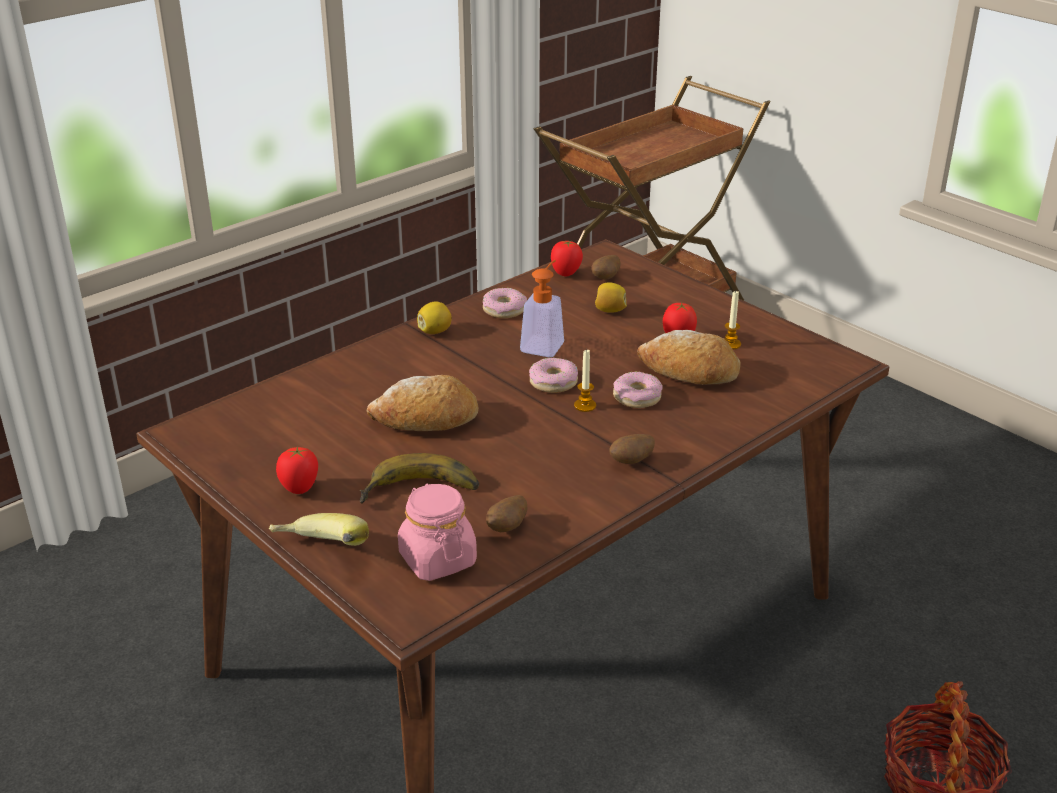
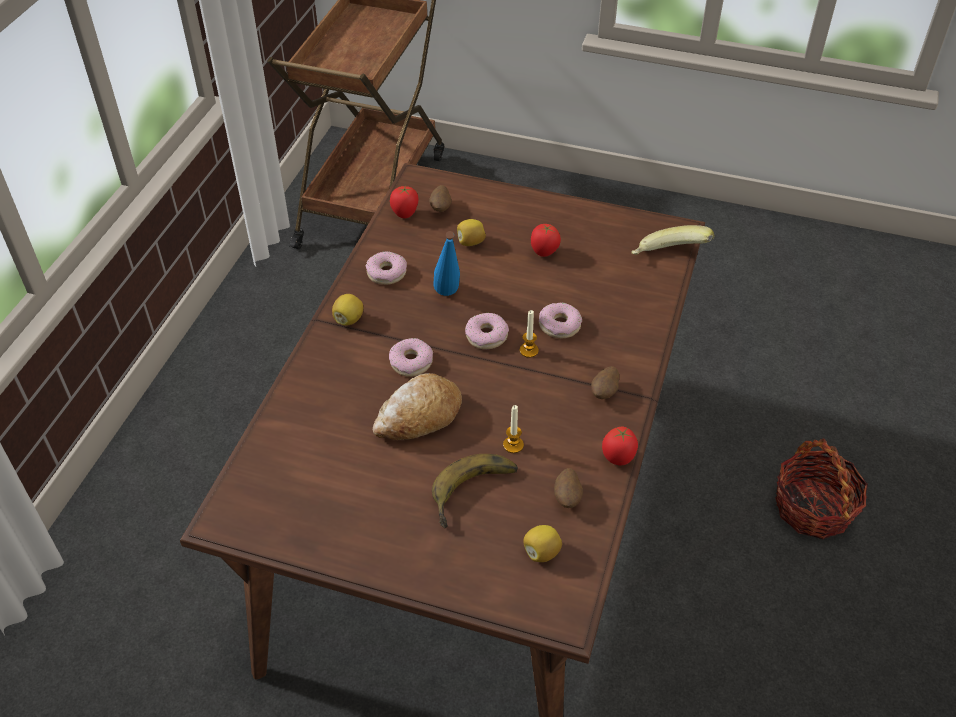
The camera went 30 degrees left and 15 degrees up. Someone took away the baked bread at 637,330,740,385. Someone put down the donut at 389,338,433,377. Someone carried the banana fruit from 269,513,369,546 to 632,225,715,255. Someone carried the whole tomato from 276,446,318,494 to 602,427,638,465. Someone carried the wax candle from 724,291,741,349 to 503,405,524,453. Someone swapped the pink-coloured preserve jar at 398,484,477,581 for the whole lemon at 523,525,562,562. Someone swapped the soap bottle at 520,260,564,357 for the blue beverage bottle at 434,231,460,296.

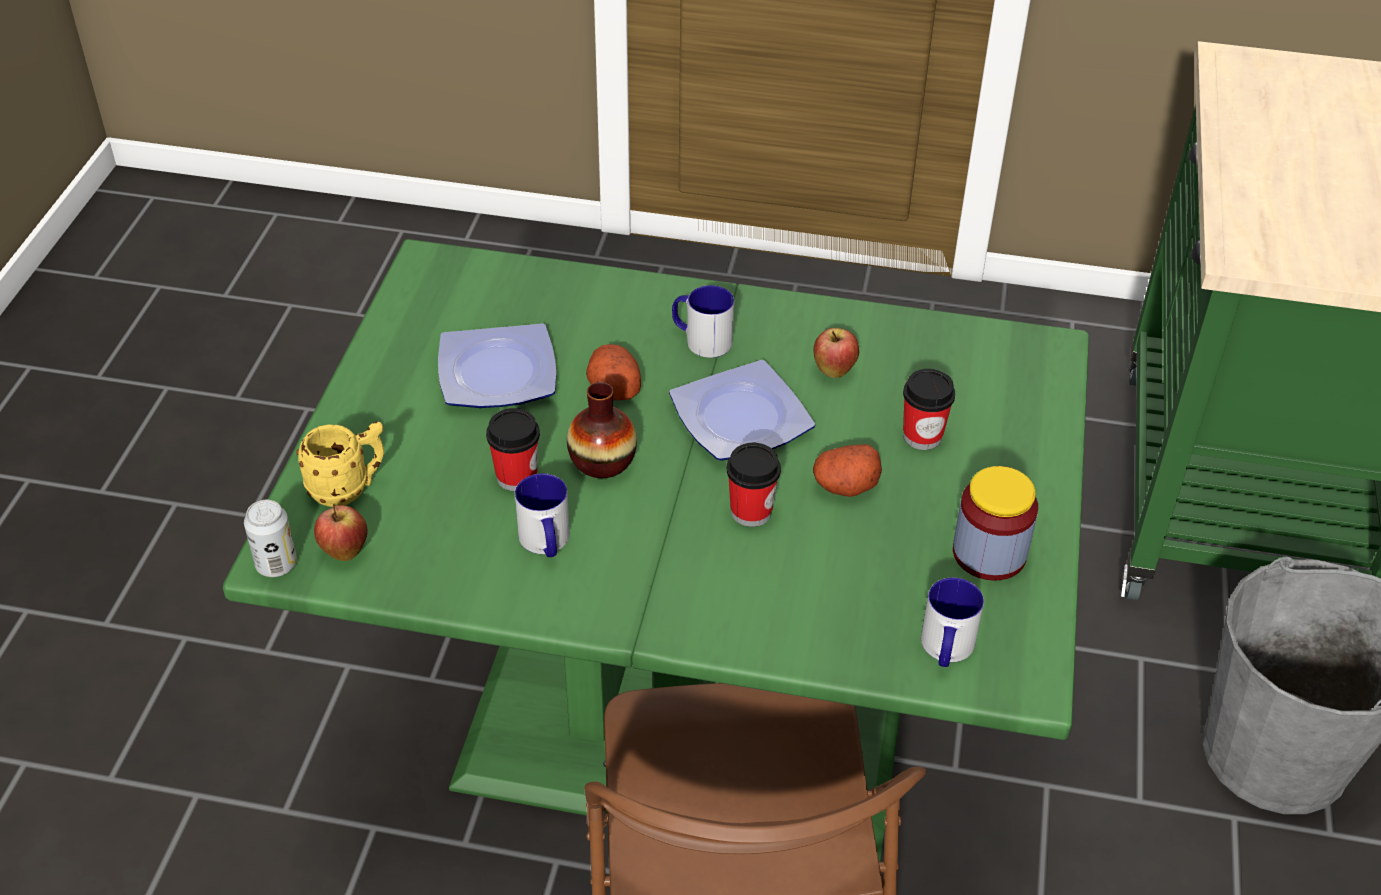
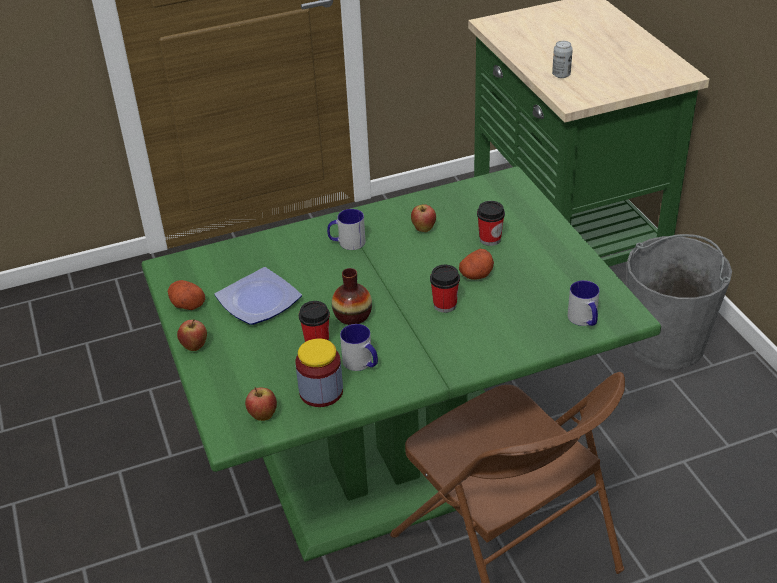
The camera went 30 degrees left and 5 degrees down. Someone took away the yellowish tea mug at 296,422,384,507. Someone took away the plate at 669,360,815,461. Someone put down the apple fruit at 177,319,207,351. Someone carried the sealed can from 244,500,297,577 to 552,41,573,78. Someone carried the spud from 586,344,641,400 to 168,280,205,310. Someone carried the preserve jar from 953,466,1038,581 to 295,338,343,407.

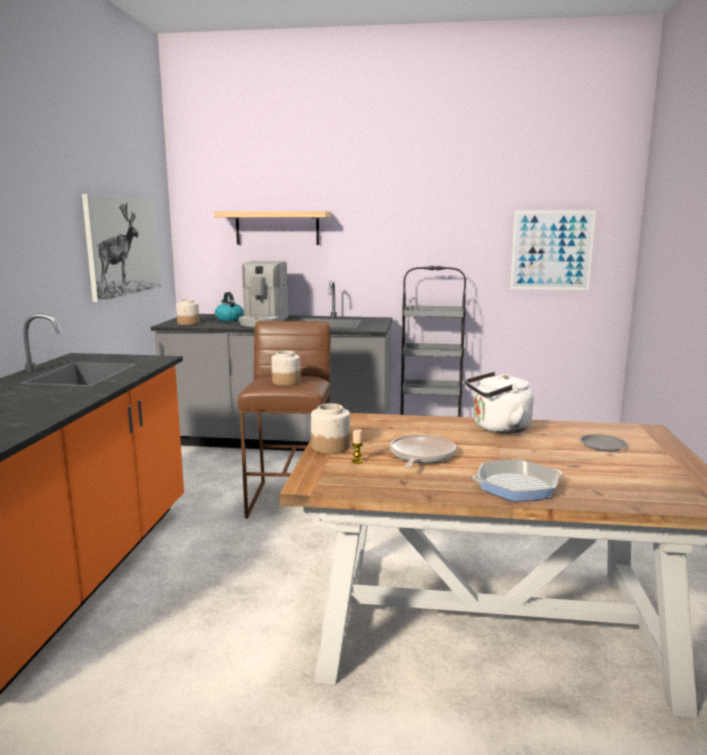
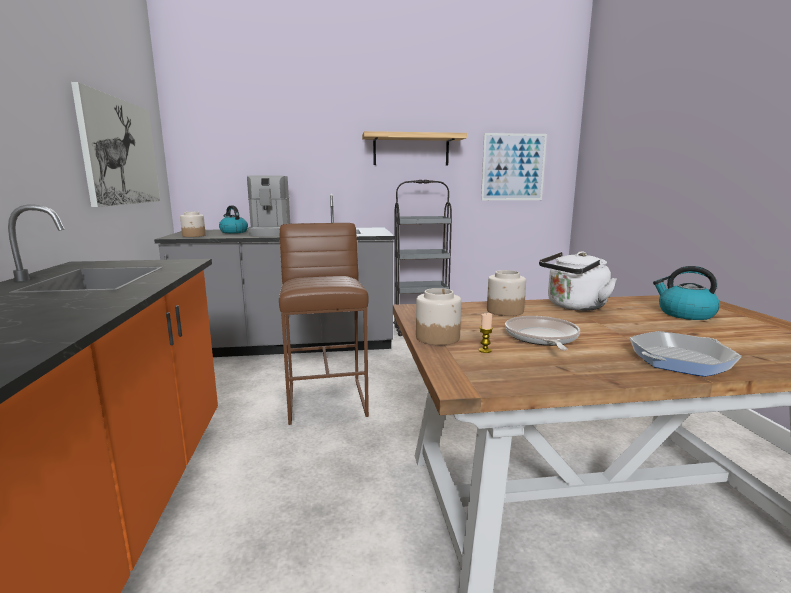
The camera went 15 degrees left and 0 degrees up. Someone carried the shelf from 214,211,331,245 to 362,131,467,165. Someone carried the preserve jar from 271,351,300,386 to 487,270,526,316. Someone swapped the greyish plate at 579,434,628,451 for the kettle at 653,266,720,320.

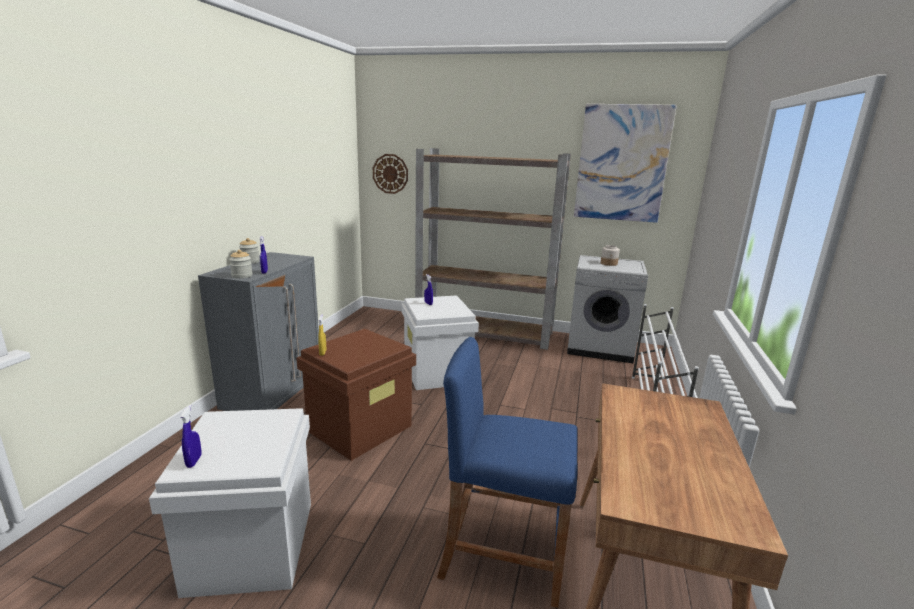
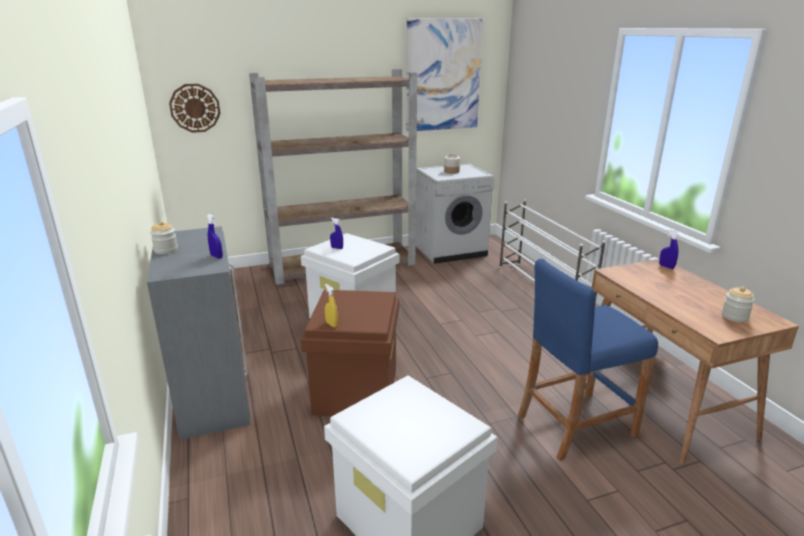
The camera went 35 degrees left and 5 degrees up. Someone carried the blue hand sprayer from 180,405,201,468 to 659,230,679,269. Someone carried the preserve jar from 229,250,253,278 to 722,287,755,322.

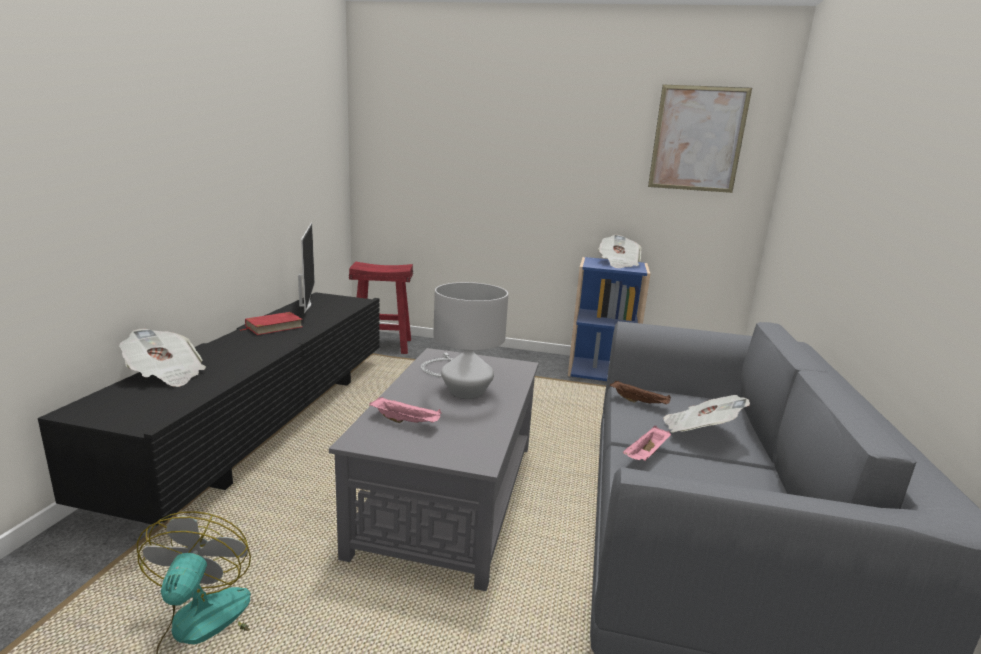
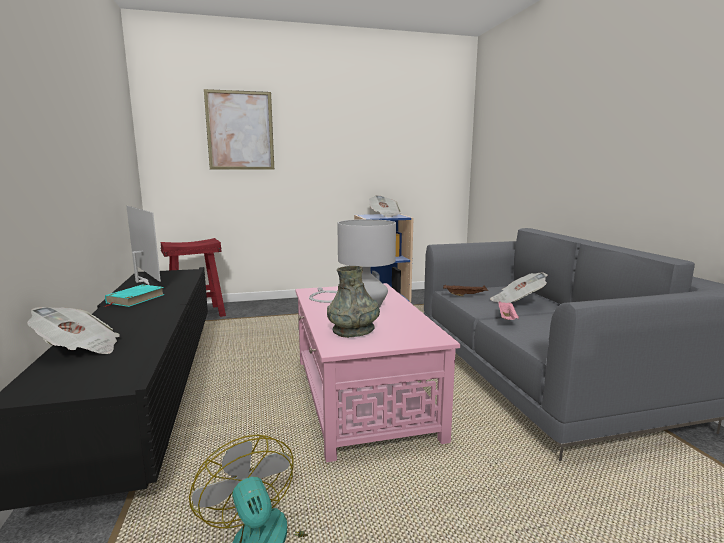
The camera went 25 degrees left and 5 degrees down. Someone carried the picture from 648,85,752,193 to 204,89,274,170. Someone swapped the pink-coloured carrying tray at 369,397,442,423 for the greyish flower vase at 327,266,380,338. Someone repainted the red-coloured bound book at 240,312,303,335, which became the turquoise bound book at 104,284,165,307. Someone repainted the greyish lounge table at 329,348,539,591, which became the pink-coloured lounge table at 295,283,460,462.

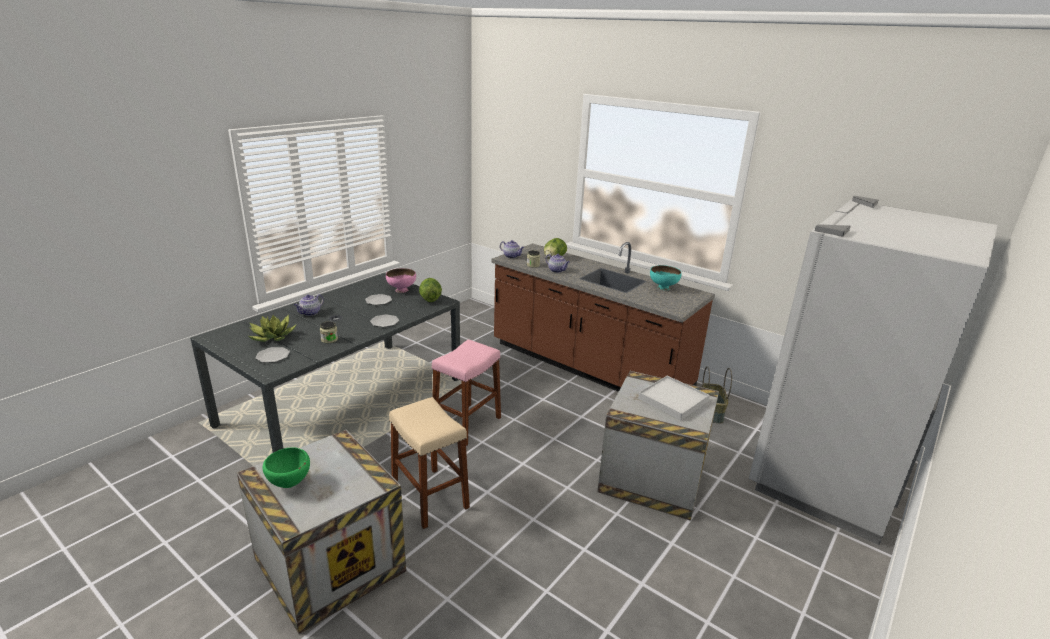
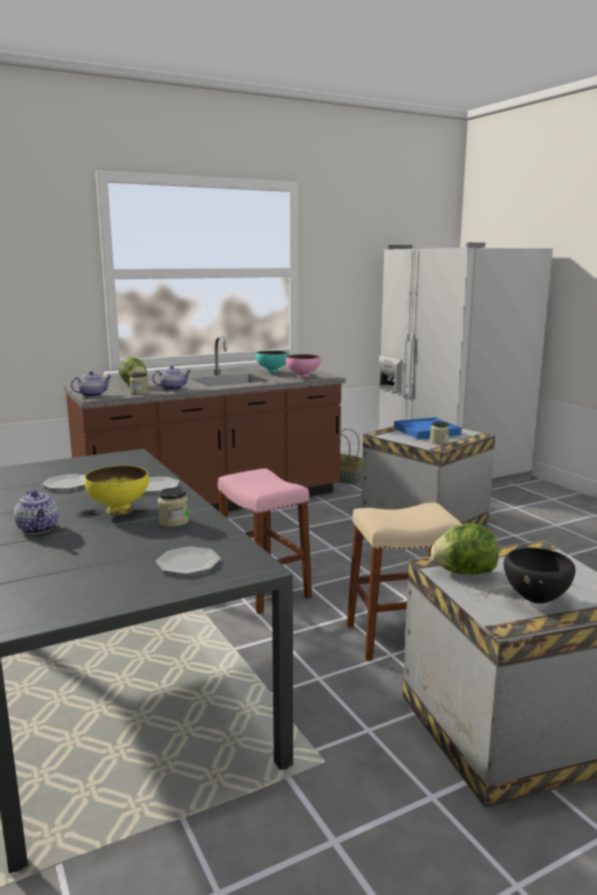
The camera went 65 degrees left and 10 degrees down. Someone took away the plant in a pot at 248,314,297,342. Someone put down the yellowish bowl at 84,465,149,515. Someone put down the preserve jar at 430,421,449,444. Someone carried the pink-coloured bowl from 386,268,416,293 to 286,354,321,379. Someone carried the lettuce head from 419,278,442,302 to 431,524,499,575. Someone repainted the green bowl at 262,447,310,488, which became the blackish bowl at 504,548,575,604. Someone repainted the white-coloured carrying tray at 638,376,710,420, which became the blue carrying tray at 394,417,462,439.

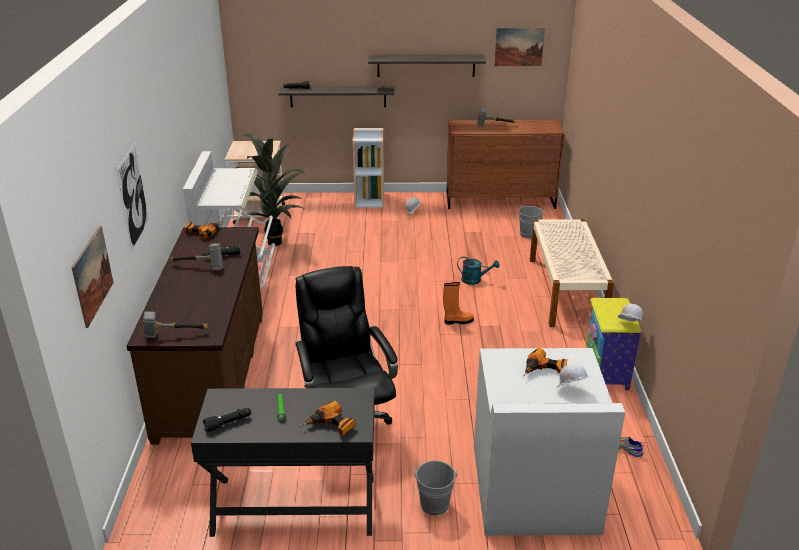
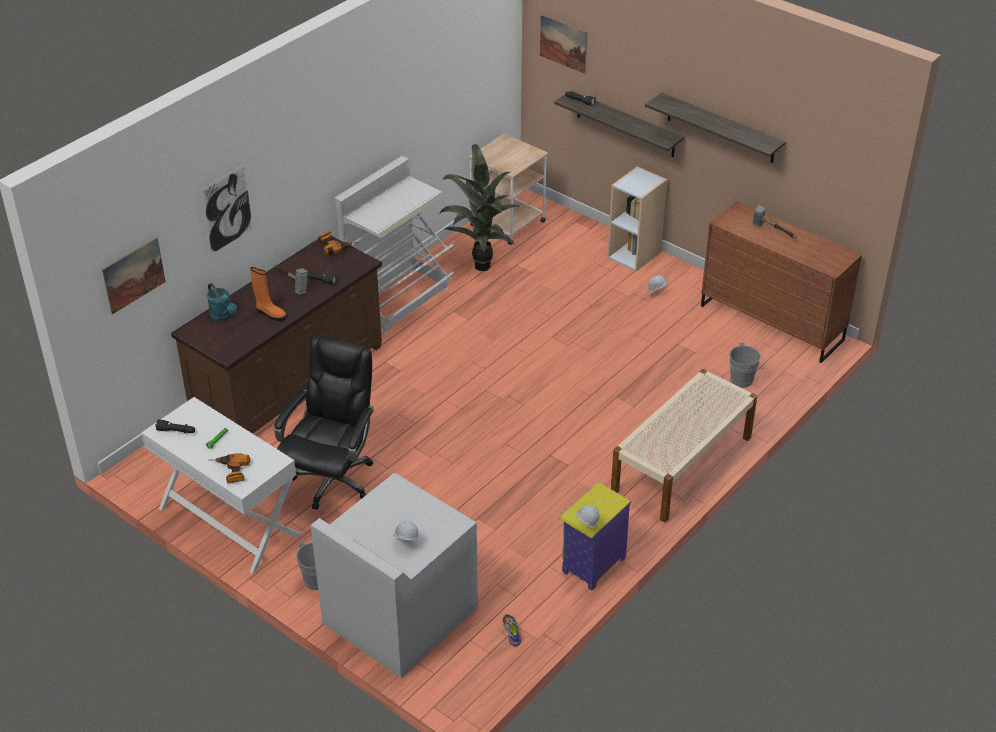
The camera went 40 degrees right and 10 degrees up. Someone took away the hammer at 143,311,208,338. Someone took away the drill at 523,348,567,377. Someone carried the orangey tall boot from 443,282,474,324 to 250,267,287,321. Someone carried the turquoise sprinkling can from 457,257,499,285 to 207,283,237,321. Someone carried the picture from 494,28,545,66 to 540,14,587,74. Someone repainted the blackish desk unit at 191,388,375,537, which became the white-coloured desk unit at 141,397,302,574.

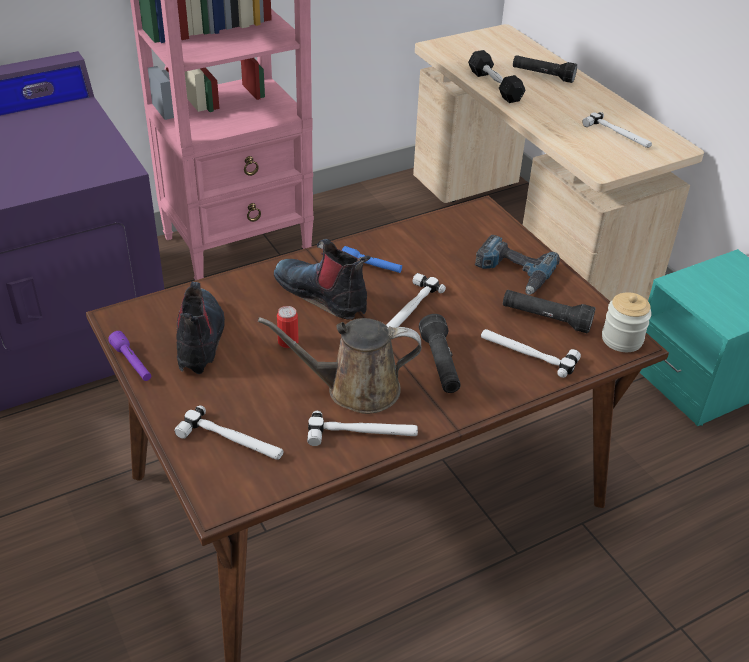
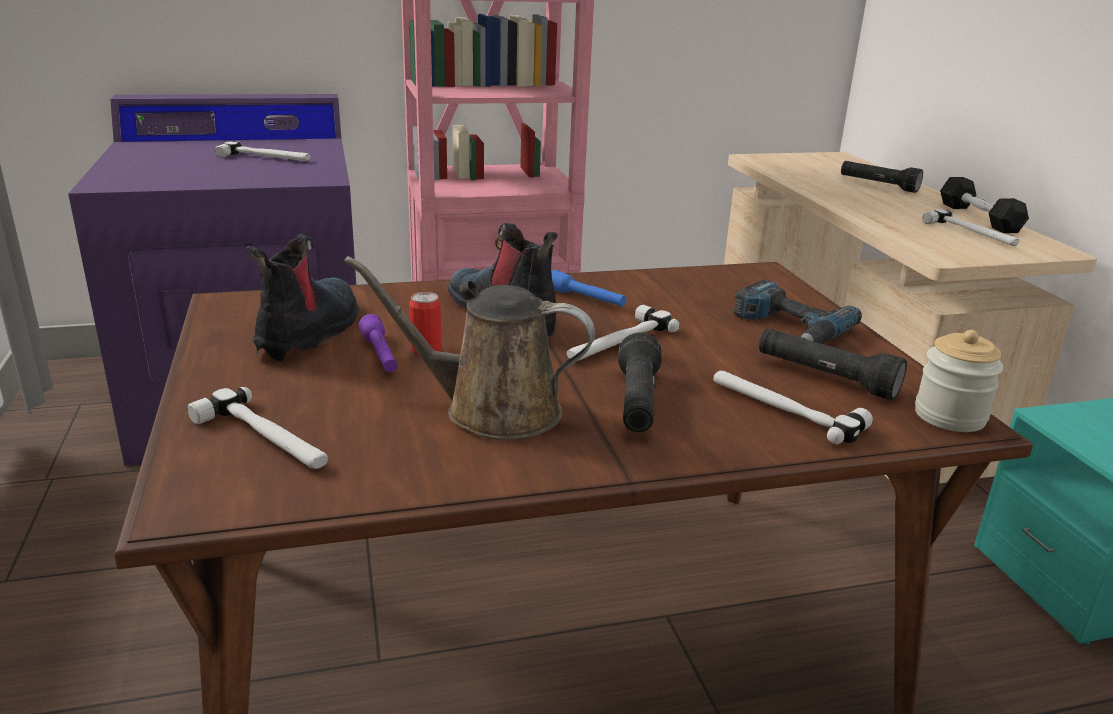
The camera went 15 degrees right and 15 degrees down. Someone carried the purplish hand torch from 108,331,151,381 to 359,314,397,372. Someone carried the hammer from 307,411,418,446 to 215,141,311,161. Someone carried the blackish dumbbell from 468,50,526,103 to 940,177,1029,233.

